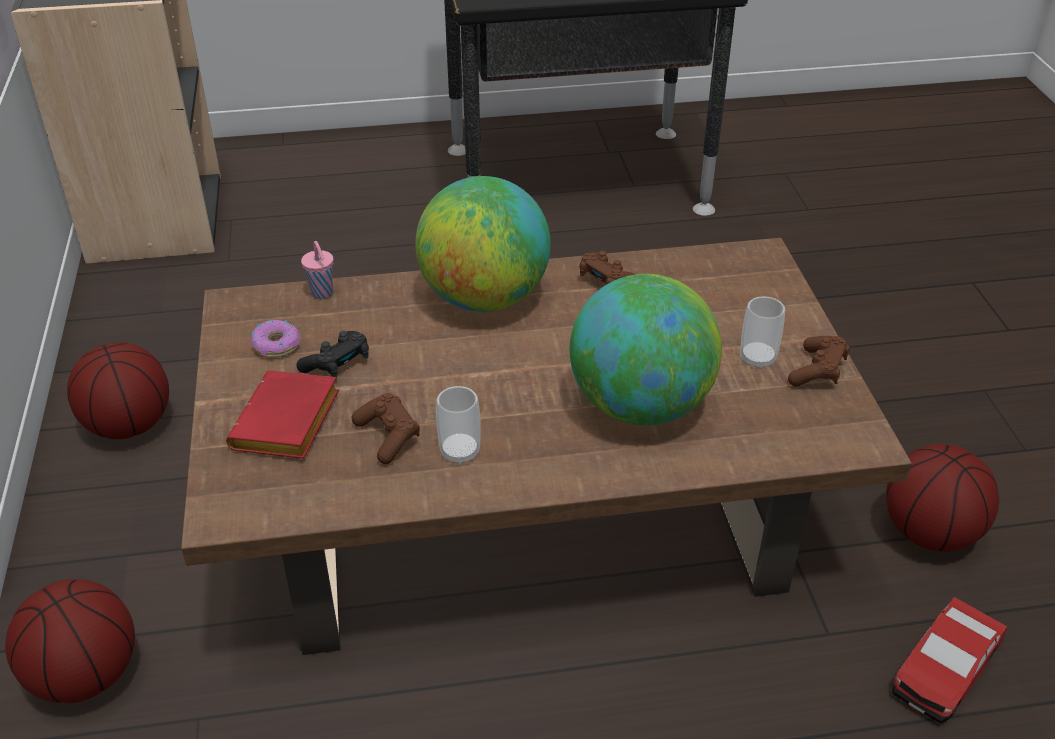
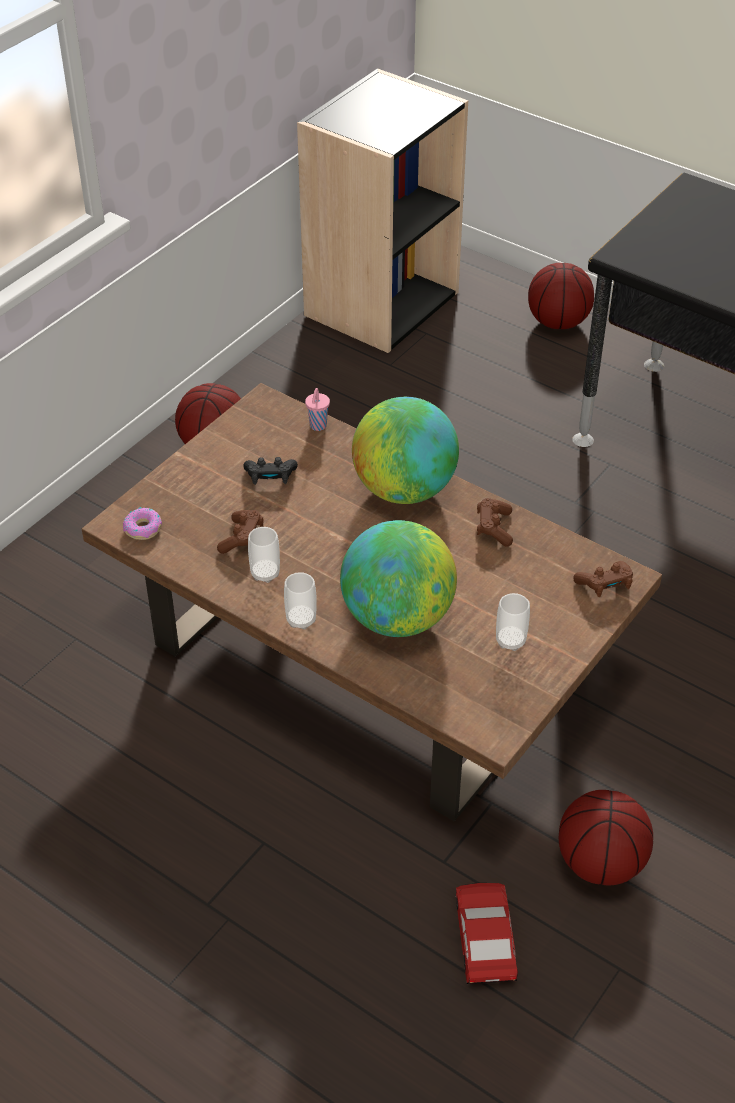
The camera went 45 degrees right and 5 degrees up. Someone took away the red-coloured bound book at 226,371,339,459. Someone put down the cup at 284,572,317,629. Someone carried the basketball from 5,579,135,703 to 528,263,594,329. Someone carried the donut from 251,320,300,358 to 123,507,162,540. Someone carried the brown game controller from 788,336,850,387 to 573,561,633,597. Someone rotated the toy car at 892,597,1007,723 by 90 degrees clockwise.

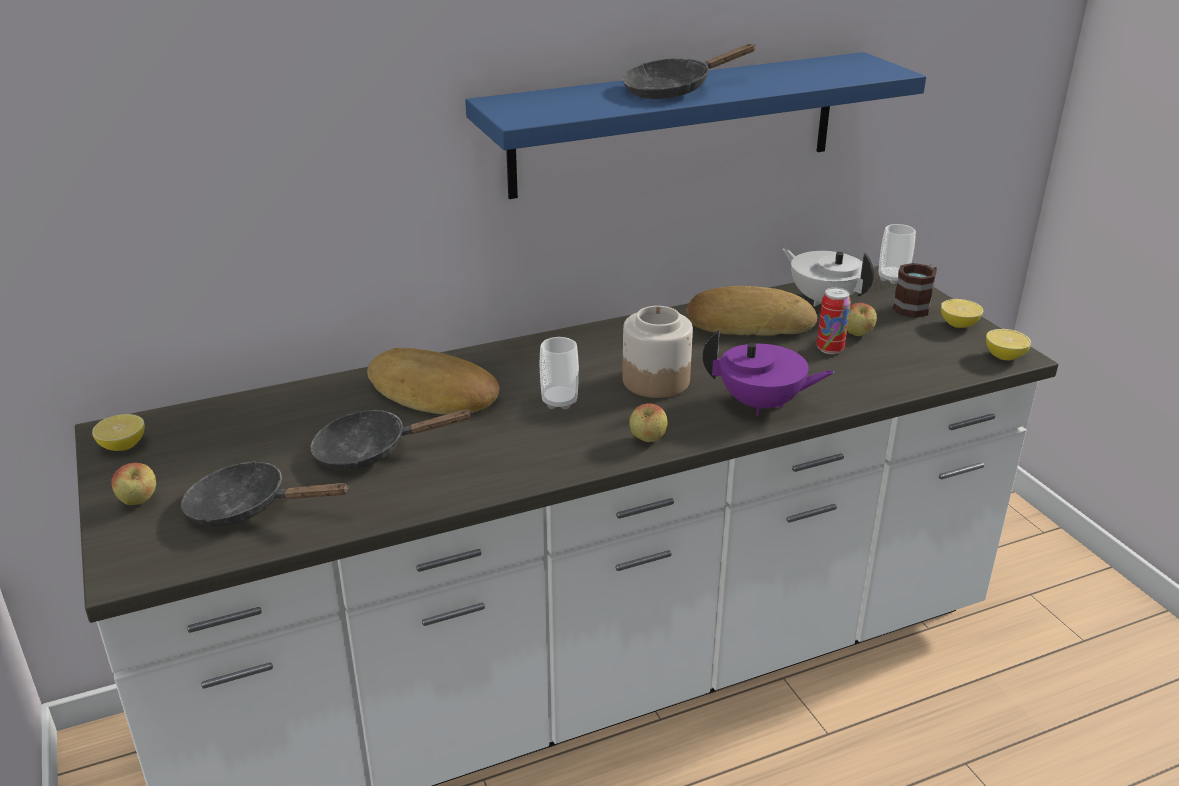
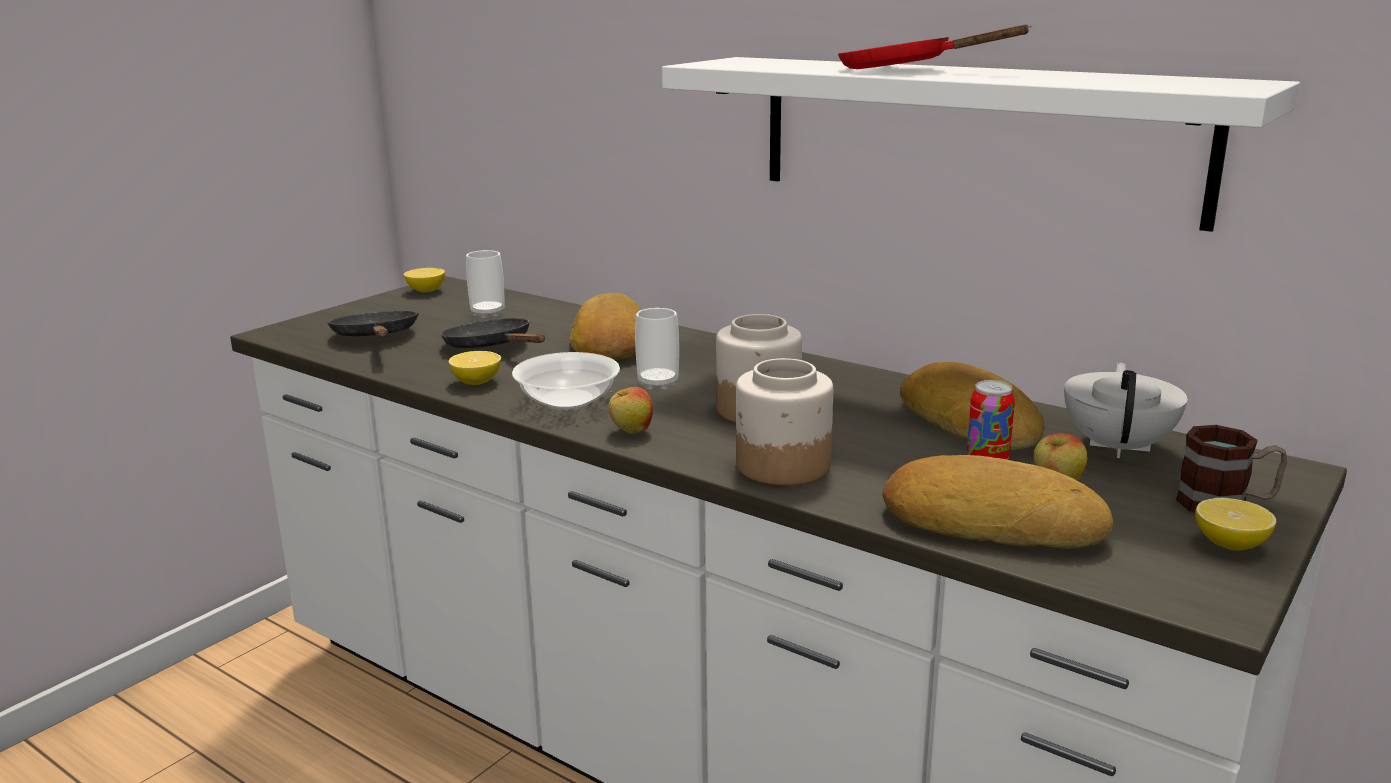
The camera went 60 degrees right and 10 degrees down. Someone took away the apple fruit at 111,463,156,505. Someone put down the bowl at 512,352,620,410. Someone put down the baked bread at 882,455,1113,549. Someone carried the cup from 878,224,916,284 to 466,250,504,318. Someone carried the whole lemon from 986,329,1031,360 to 449,351,501,385. Someone swapped the purplish pot for tea at 703,330,834,416 for the preserve jar at 736,358,833,485. Someone repainted the blue shelf at 465,52,926,199, which became the white-coloured shelf at 662,57,1300,232. Someone repainted the blackish frying pan at 622,44,755,99, which became the red-coloured frying pan at 838,24,1032,69.

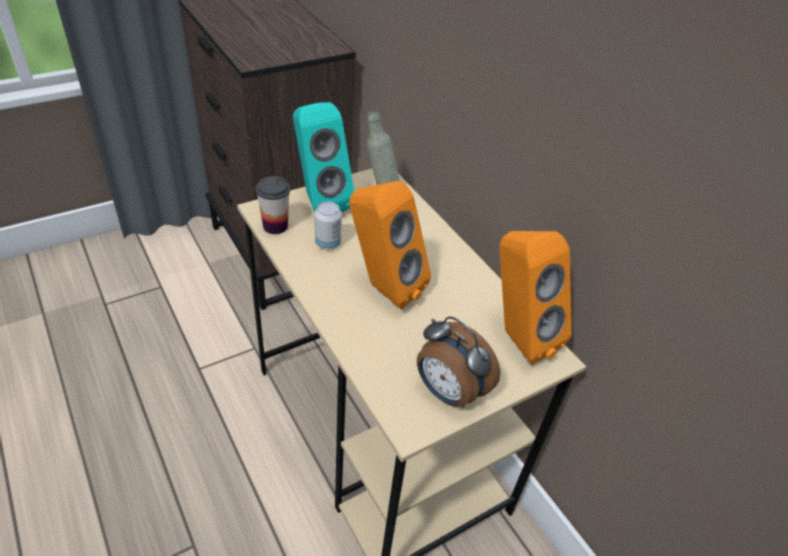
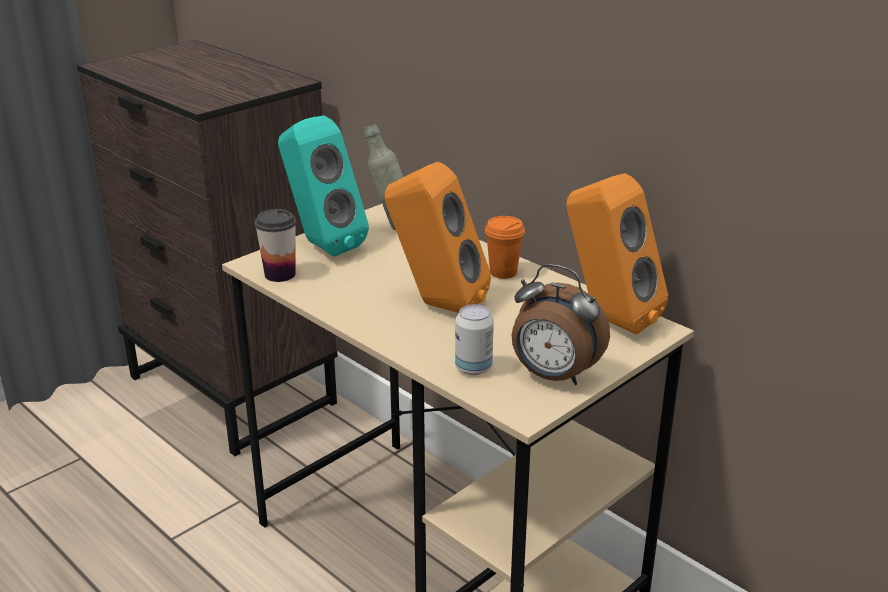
The camera went 10 degrees left and 15 degrees down. Someone put down the orangey cup at 485,216,525,279. Someone carried the sealed can from 315,201,342,250 to 455,304,494,375.

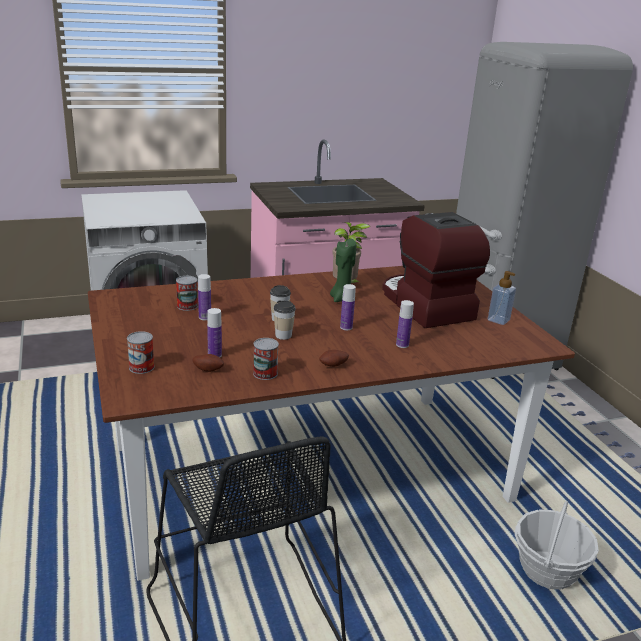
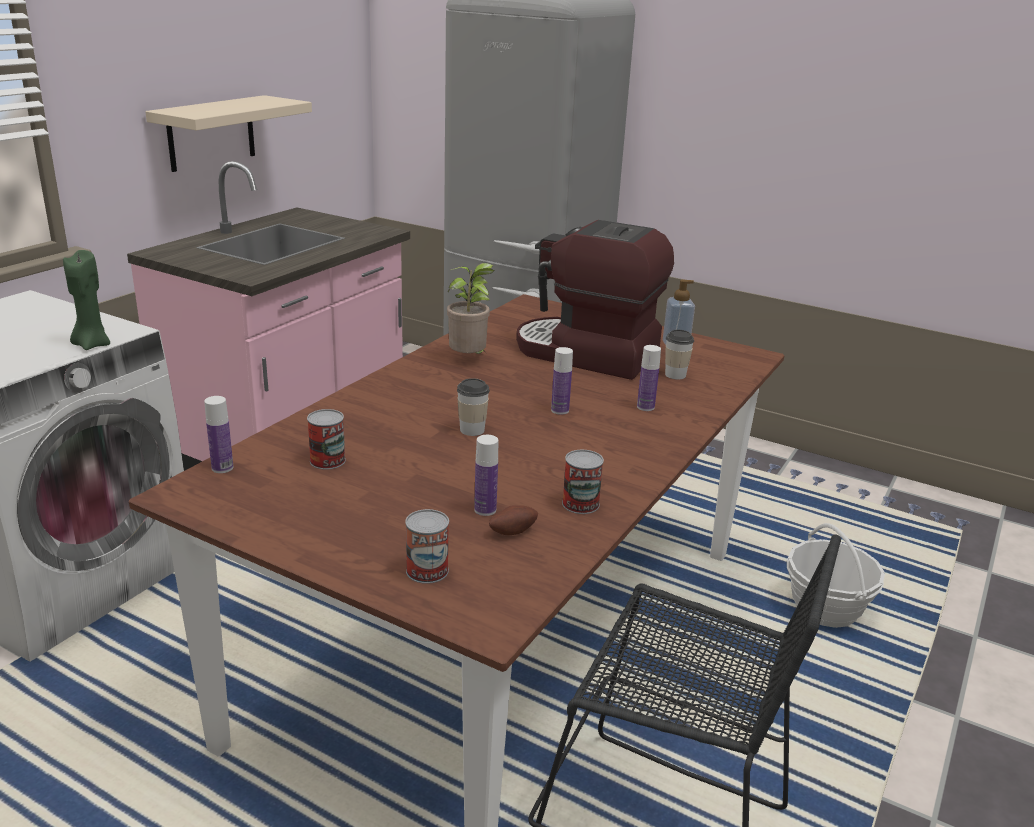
The camera went 40 degrees left and 0 degrees up. Someone took away the spud at 319,350,349,367. Someone put up the beige-coloured shelf at 145,95,312,172. Someone carried the beverage bottle from 198,274,211,320 to 204,396,233,473. Someone carried the cup from 273,301,296,340 to 665,330,694,380. Someone carried the green wax candle from 330,239,356,302 to 63,250,110,350.

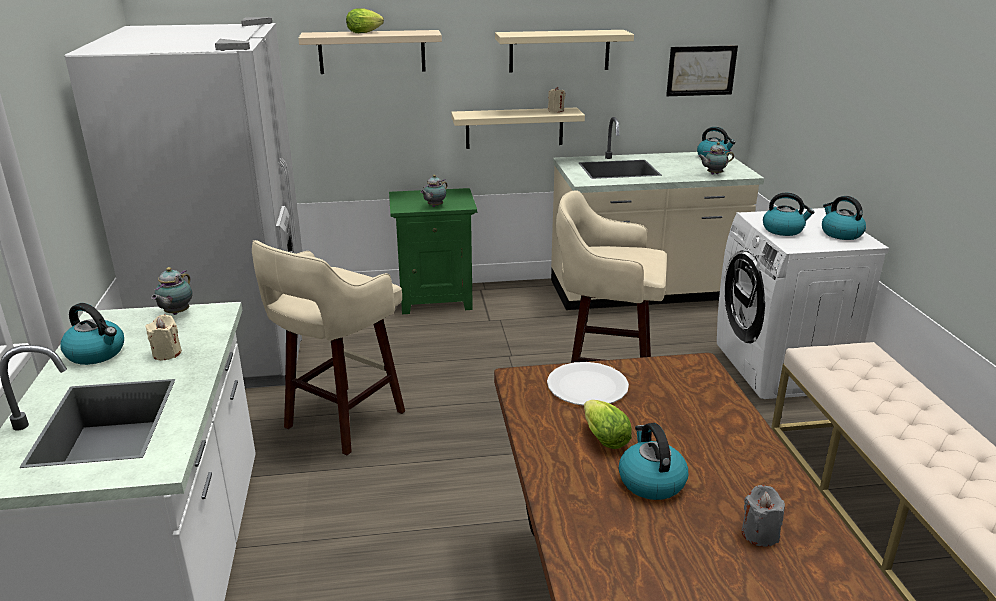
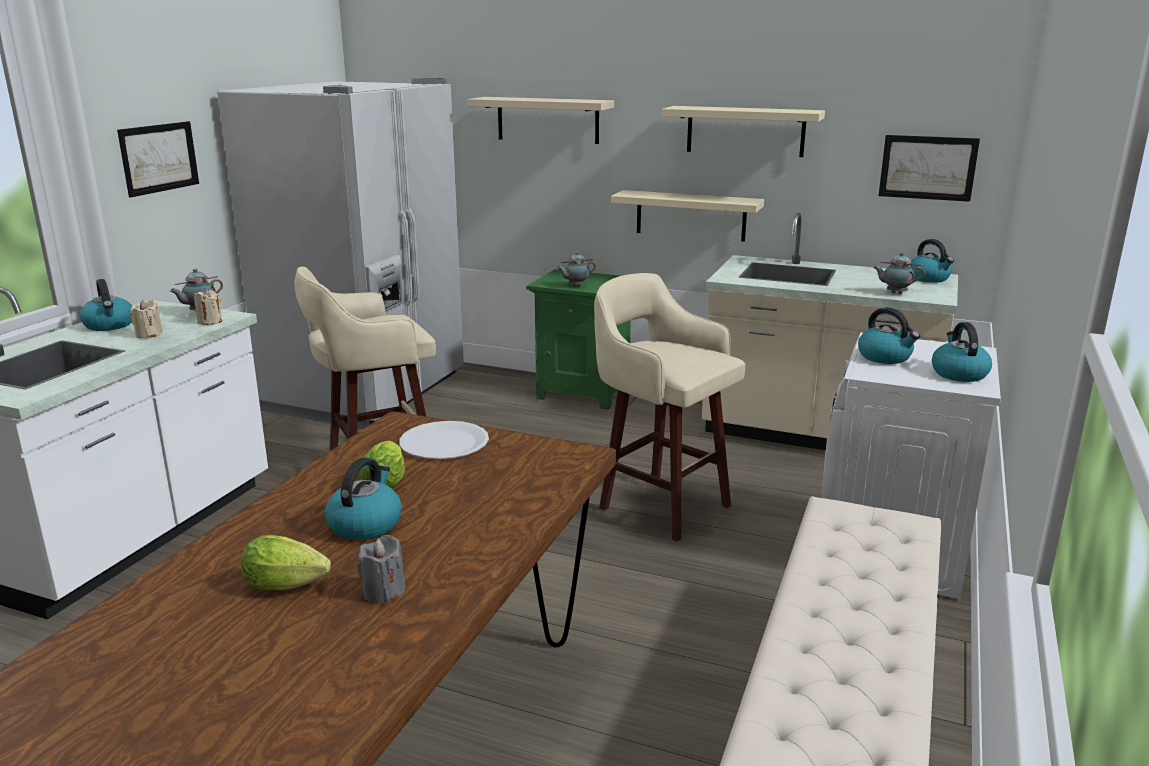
The camera went 30 degrees right and 5 degrees down. Someone put up the picture at 117,121,199,197. Someone carried the lettuce head from 346,8,384,33 to 241,535,331,590. Someone carried the beige-coloured wax candle from 548,87,565,112 to 194,289,222,325.

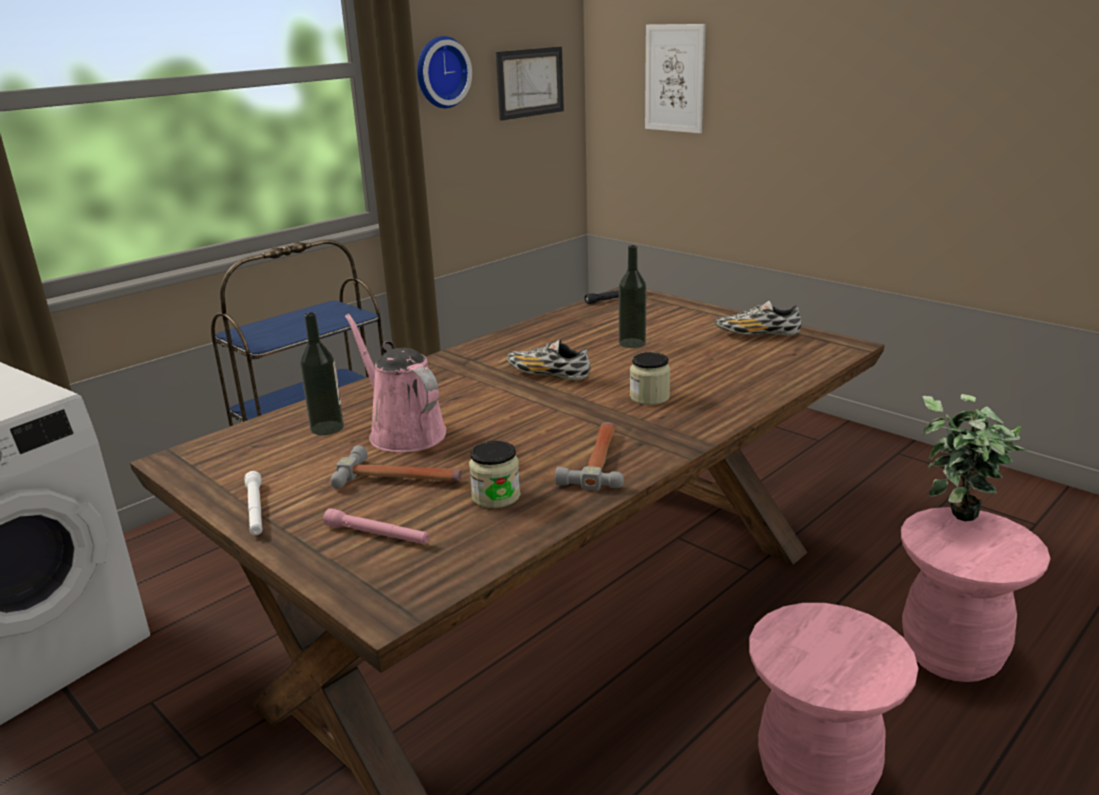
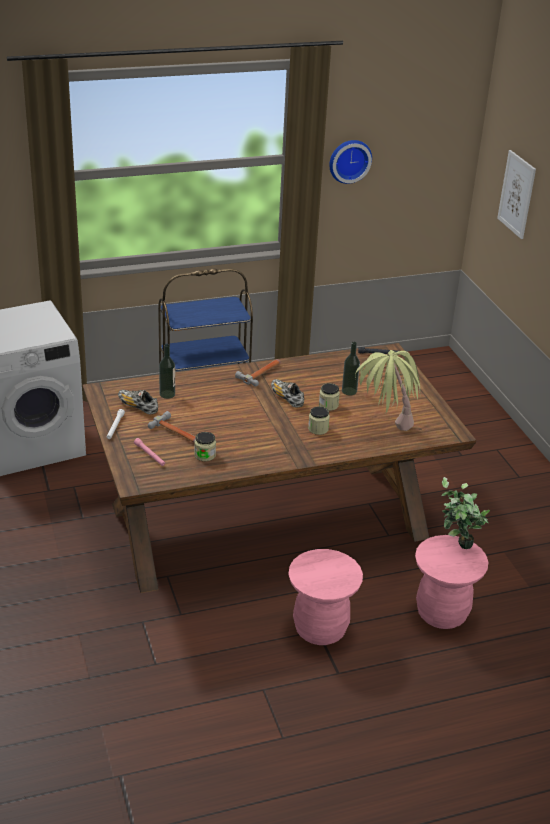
The camera went 25 degrees right and 10 degrees up. Someone took away the pink-coloured sprinkling can at 345,314,446,453. Someone took away the picture at 496,47,564,121. Someone put down the preserve jar at 319,383,340,411. Someone put down the plant in a pot at 355,350,420,431. Someone carried the hammer from 555,422,624,490 to 235,359,281,386. Someone carried the low shoe from 715,301,801,336 to 118,390,158,414.

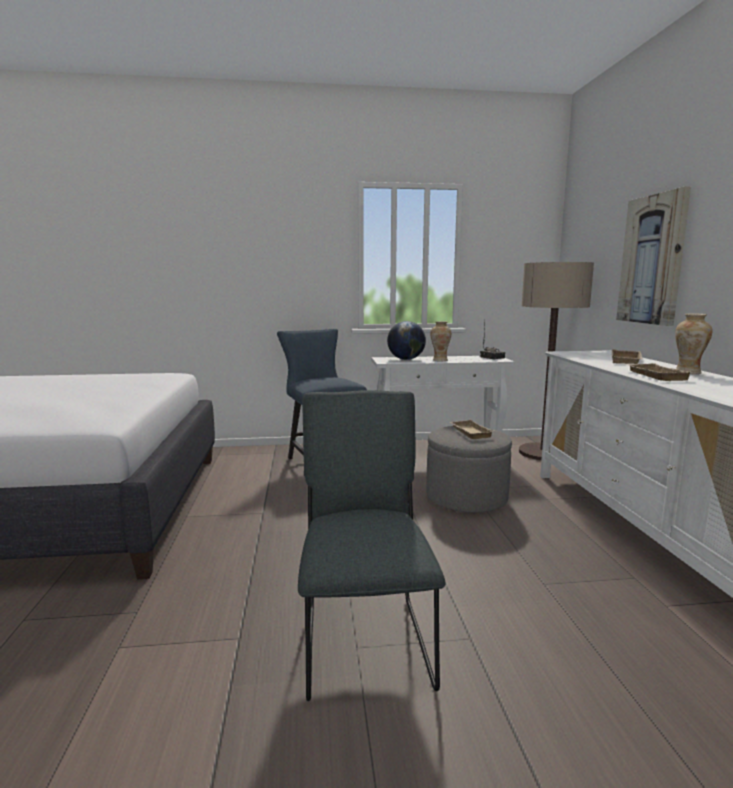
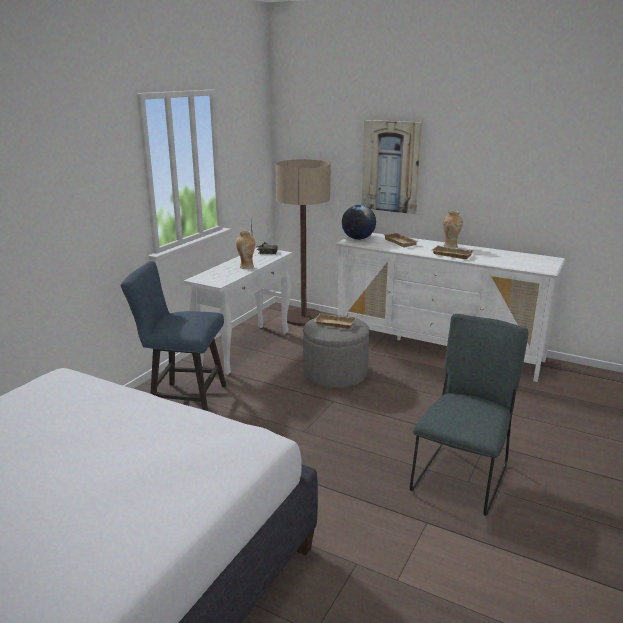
The camera went 55 degrees left and 10 degrees up. Someone carried the desk globe from 387,321,426,360 to 342,205,376,240. Someone rotated the greyish plain chair at 298,390,445,701 by 90 degrees clockwise.

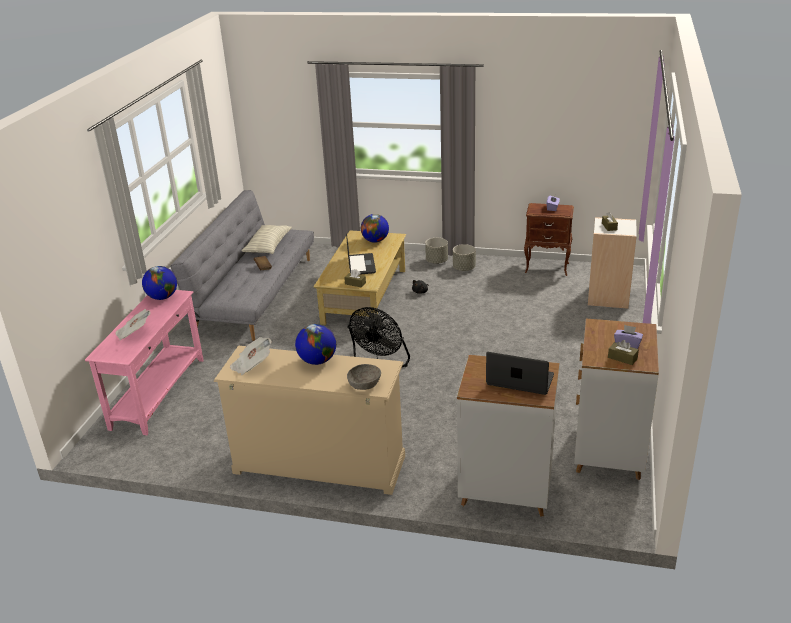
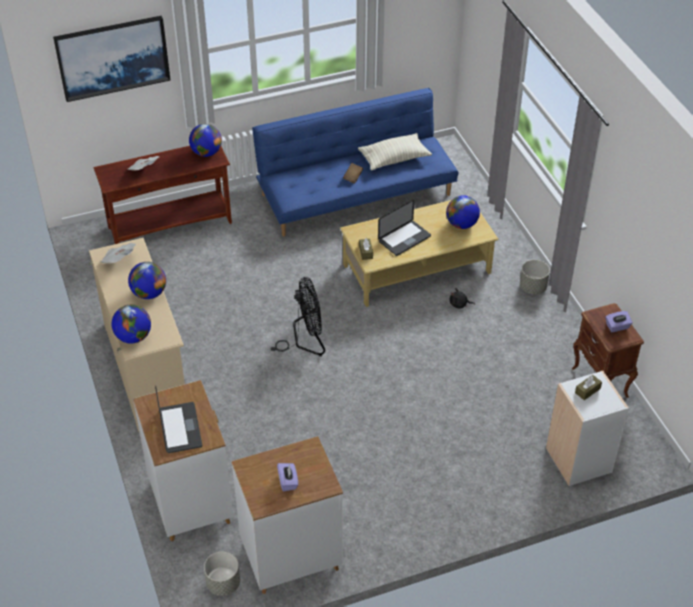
The camera went 55 degrees right and 15 degrees up. Someone took away the brown box of tissues at 608,340,639,365. Someone put up the picture at 53,16,170,102. Someone carried the greyish planter from 453,244,476,271 to 204,551,240,596. Someone swapped the greyish bowl at 347,364,381,390 for the desk globe at 111,305,151,344. Someone repainted the pink-coloured hall table at 85,290,204,435, which became the brown hall table at 94,146,232,244. Someone repainted the greyish sofa at 170,190,314,341, which became the blue sofa at 252,88,459,237.

